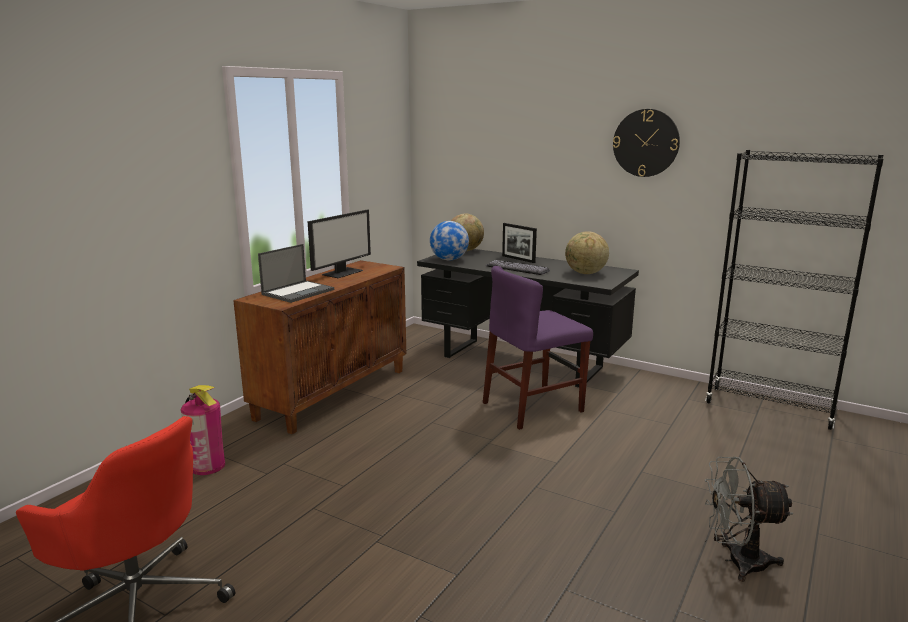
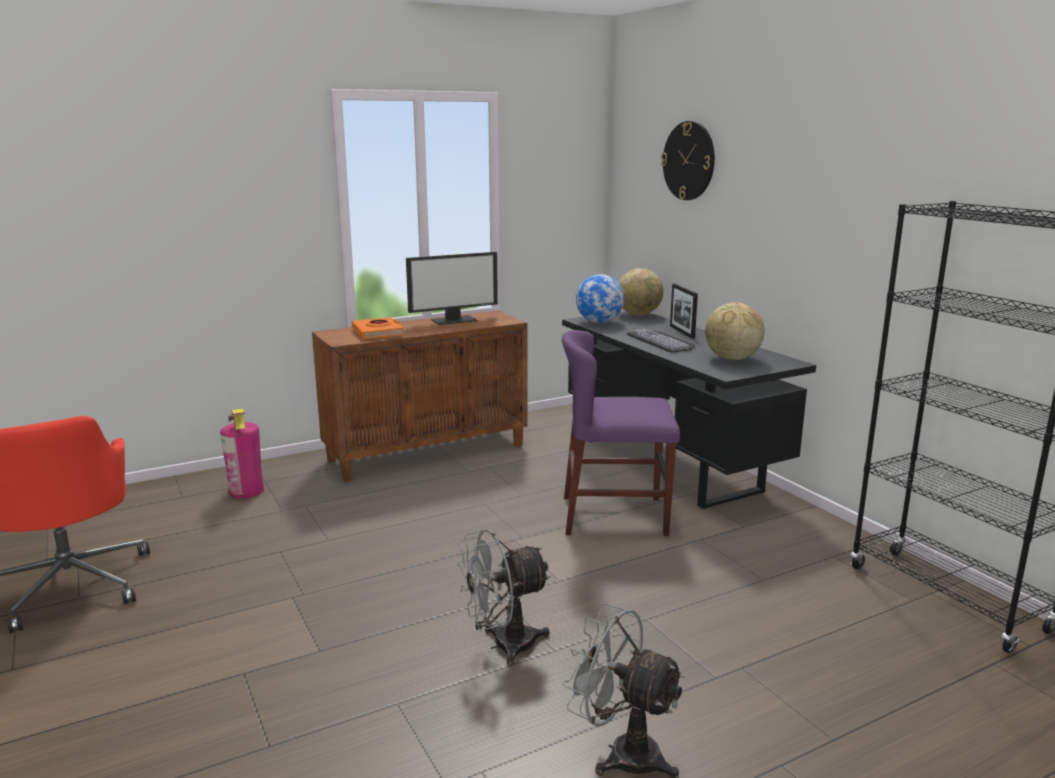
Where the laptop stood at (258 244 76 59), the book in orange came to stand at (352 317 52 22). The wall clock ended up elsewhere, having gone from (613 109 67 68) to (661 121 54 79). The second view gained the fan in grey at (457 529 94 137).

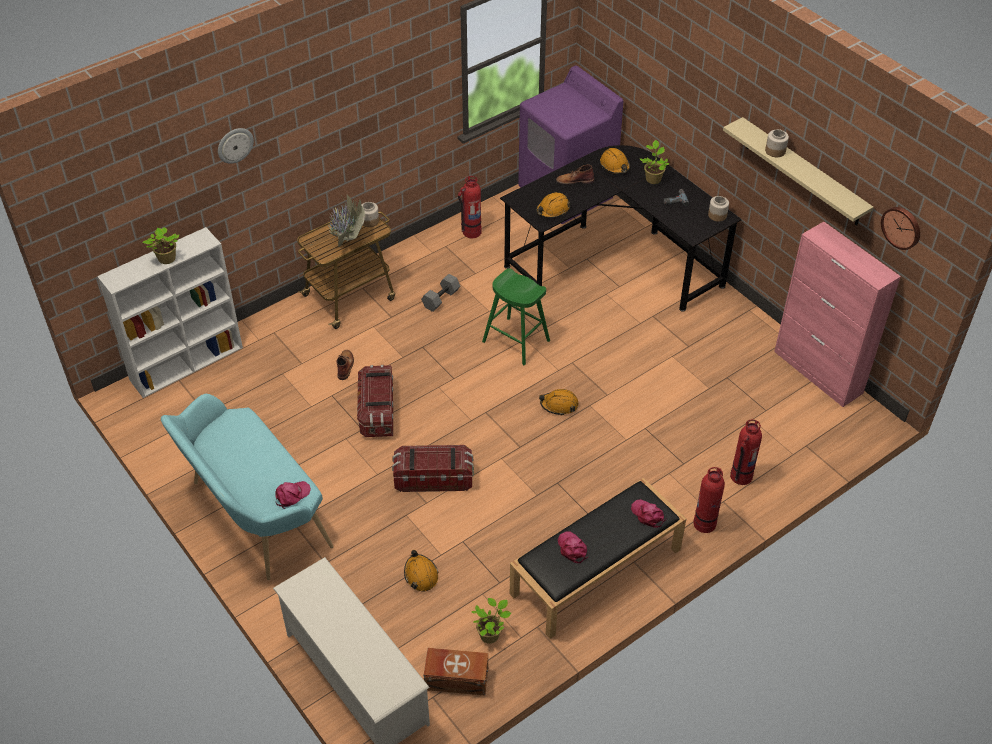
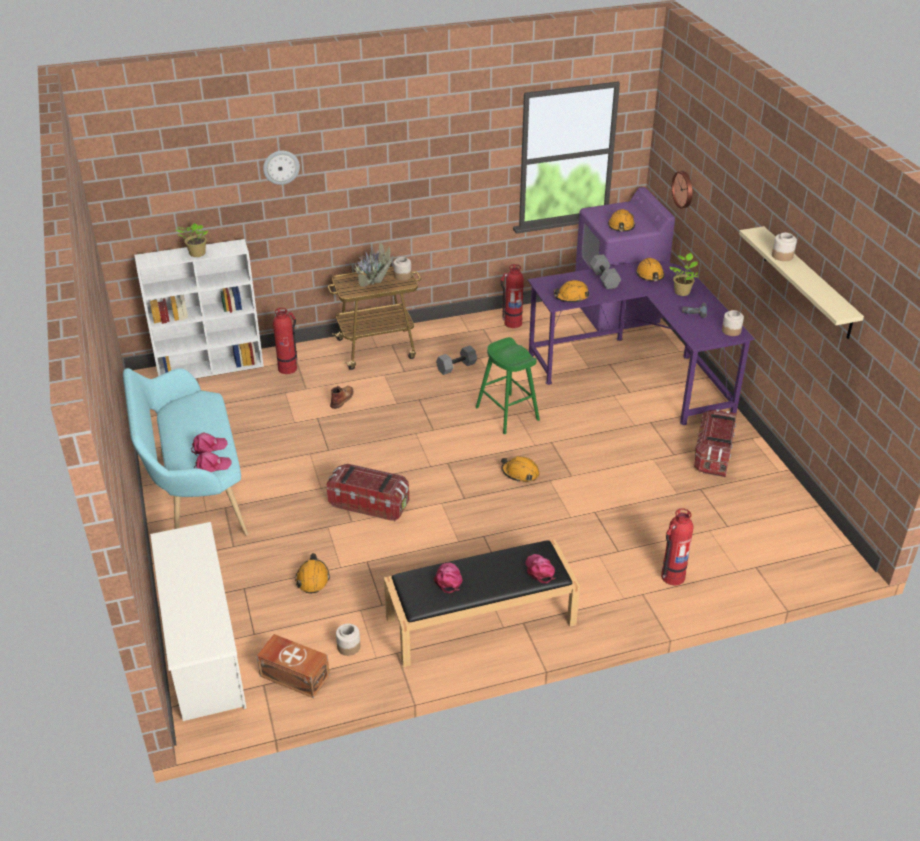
The storage box ended up elsewhere, having gone from (357 365 36 72) to (694 409 43 68). Where the potted plant stood at (471 598 40 46), the jar came to stand at (336 624 24 32). What was the desk in black at (500 145 242 167) turned into the desk in purple at (528 261 227 164). Where the boot in brown stood at (556 165 38 20), the dumbbell in grey came to stand at (590 254 31 36). The fire extinguisher ended up elsewhere, having gone from (693 467 32 66) to (273 308 24 66). The second view lost the cabinet in pink at (774 222 127 185). The wall clock ended up elsewhere, having gone from (881 207 39 43) to (671 171 22 37). The second view gained the cap in pink at (191 433 37 23). The second view gained the hard hat in orange at (608 209 27 22).

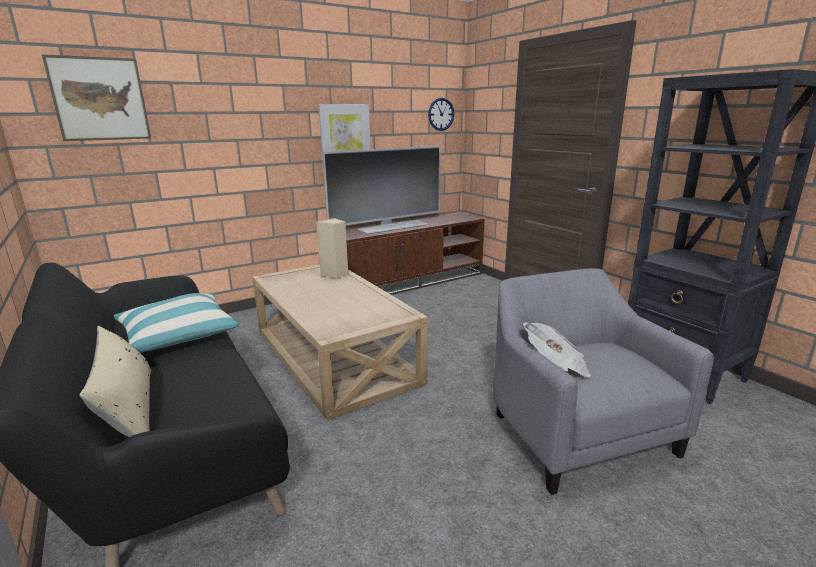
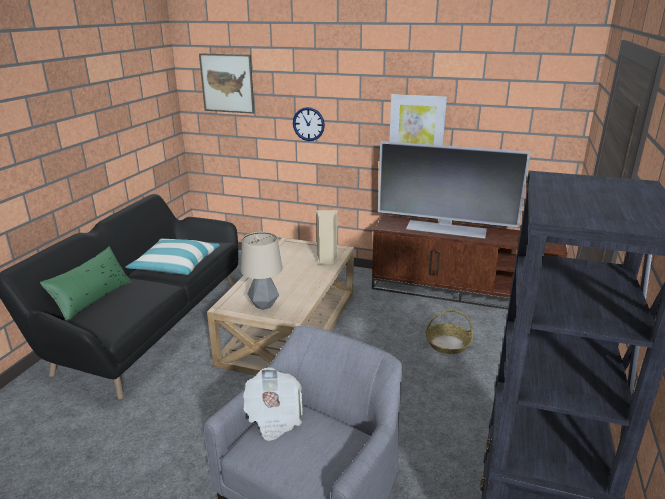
What was the pillow in beige at (79 326 72 111) turned into the pillow in green at (40 247 92 75). The wall clock ended up elsewhere, having gone from (428 98 26 33) to (293 107 32 34). The second view gained the table lamp at (241 232 42 78). The second view gained the basket at (425 310 48 44).

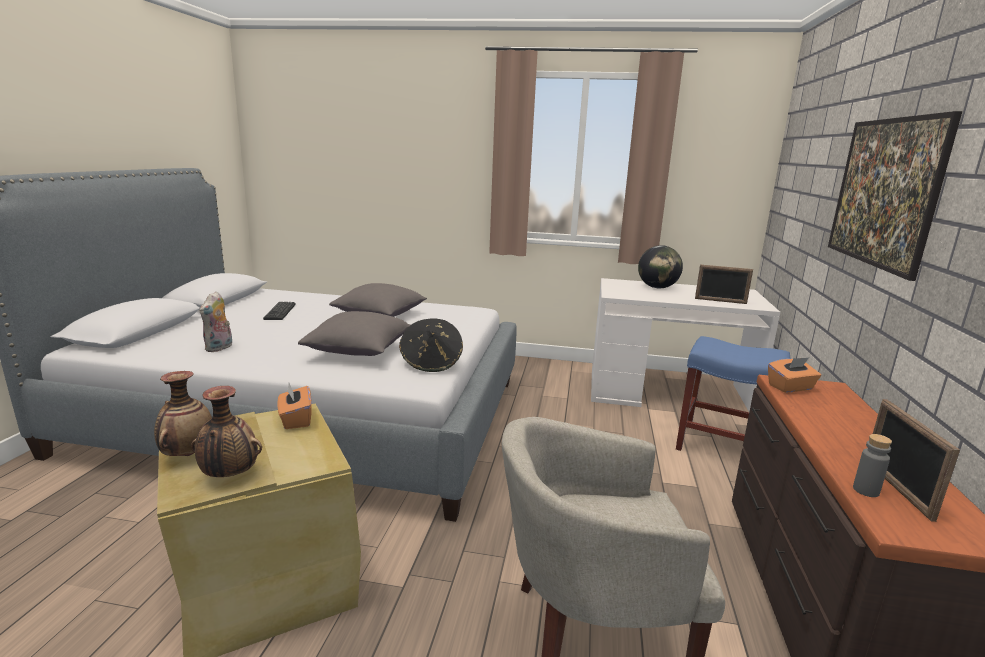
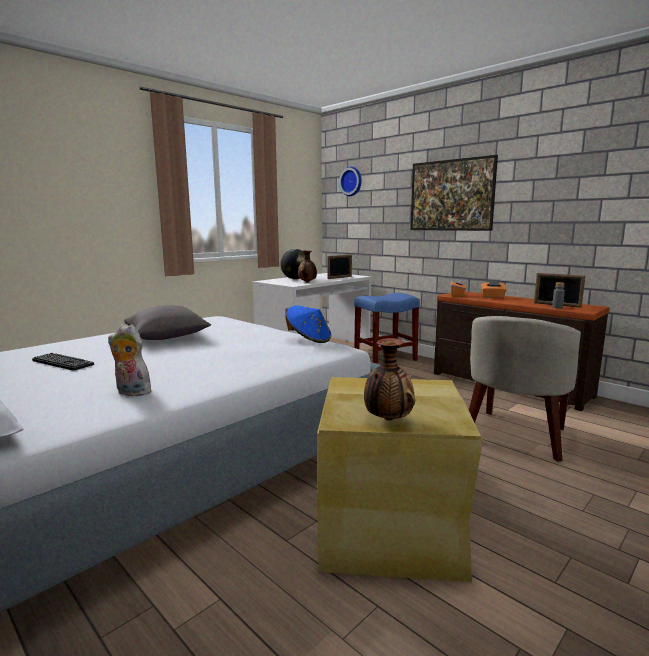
The vase ended up elsewhere, having gone from (191 386 71 91) to (298 250 19 32). The plush toy at (199 291 33 61) ended up facing another way, 150 degrees clockwise from before. The tissue box in orange ended up elsewhere, having gone from (277 383 35 46) to (481 279 26 19). The second view lost the pillow in grey at (298 311 113 45). What was the hat in black at (399 318 64 54) turned into the hat in blue at (286 306 45 37). The second view gained the wall clock at (339 166 23 30).

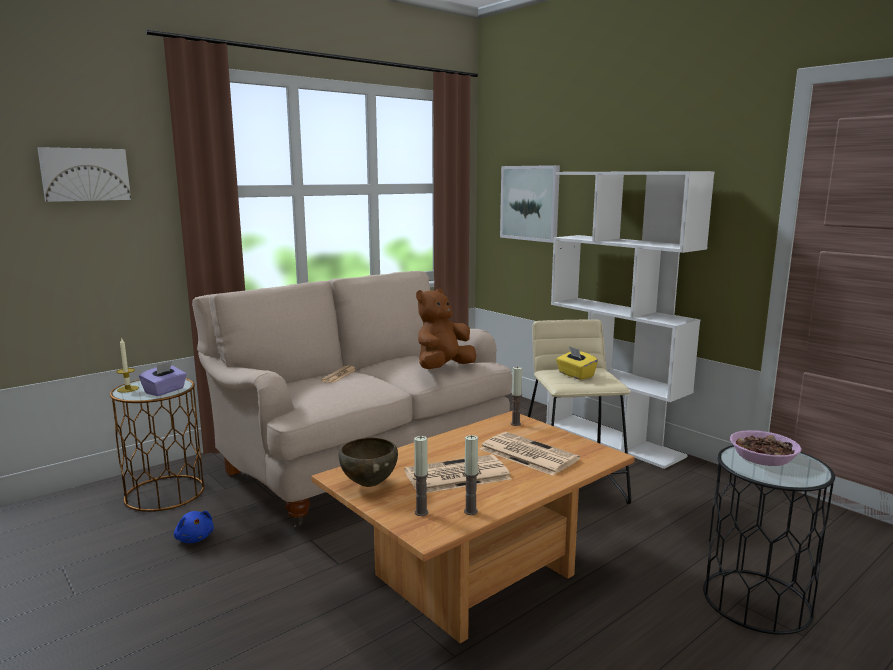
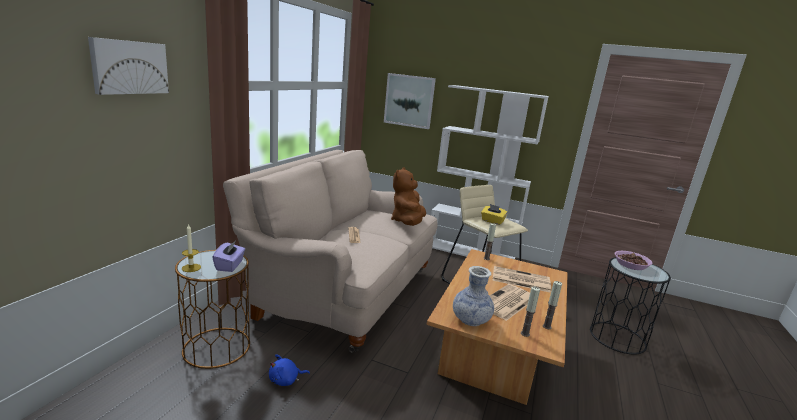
The plush toy in blue at (174 511 40 32) ended up facing another way, 135 degrees clockwise from before. Where the bowl in brown stood at (339 437 59 50), the vase came to stand at (453 266 41 60).

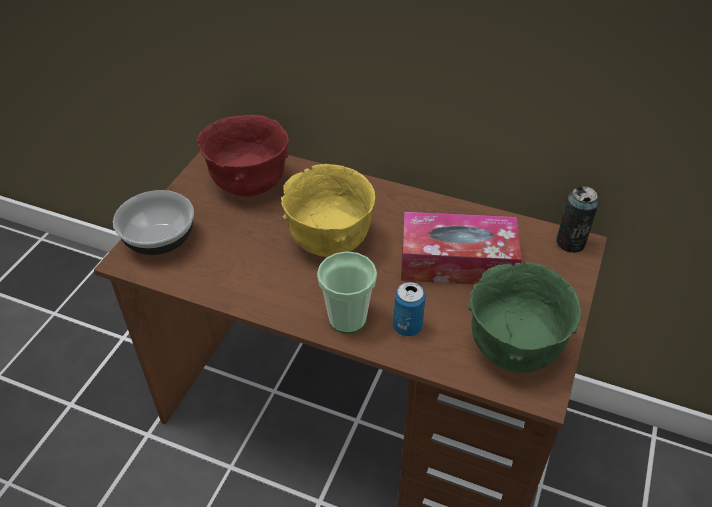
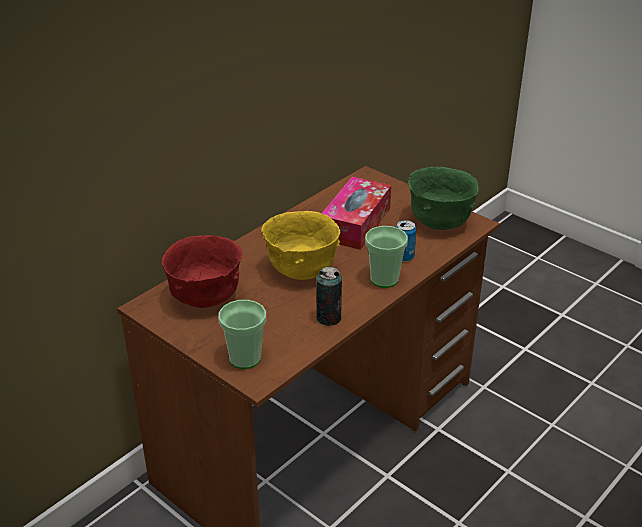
Where the bowl stood at (113 190 81 65), the cup came to stand at (218 300 48 69). The can ended up elsewhere, having gone from (556 186 43 67) to (316 267 26 59).

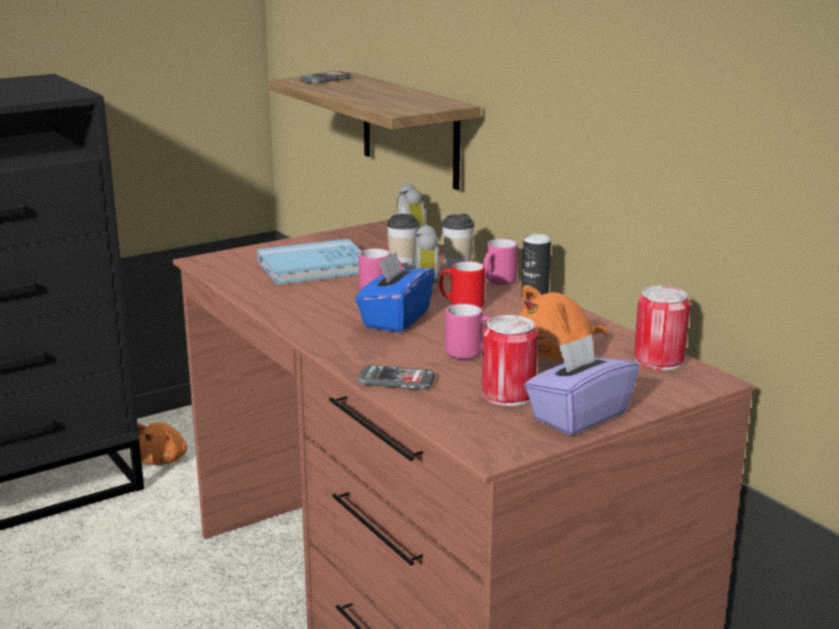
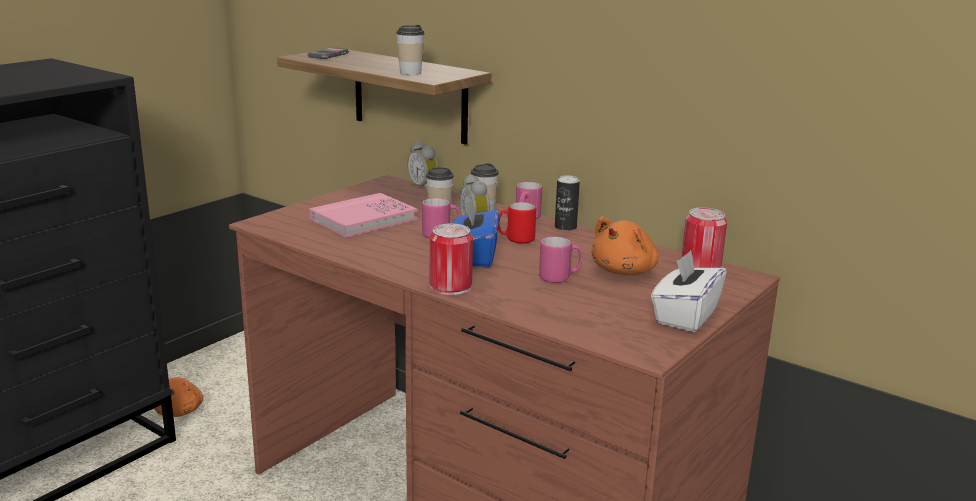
What was the book in blue at (257 239 104 46) turned into the book in pink at (309 193 108 45). The second view lost the phone at (357 365 78 25). The can ended up elsewhere, having gone from (482 315 56 91) to (430 224 43 71). What was the tissue box in purple at (524 334 115 102) turned into the tissue box in white at (651 250 76 82). The second view gained the cup at (396 25 28 50).

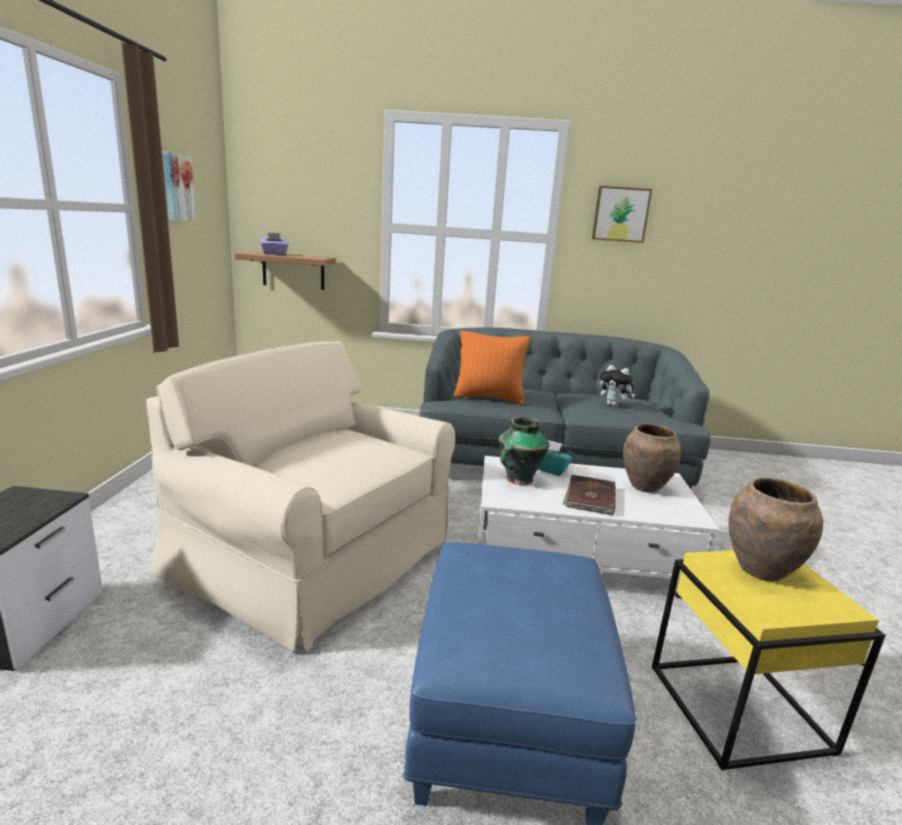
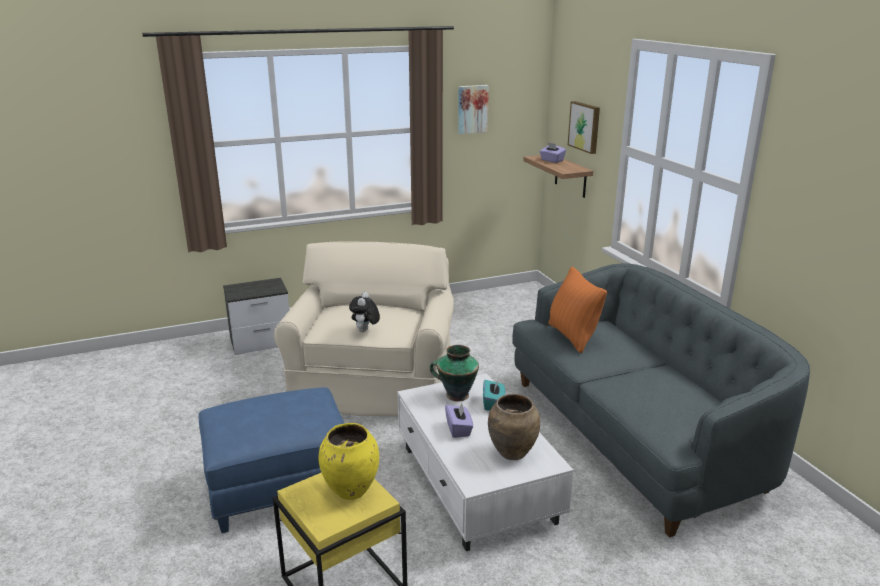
Where the book in brown stood at (563 475 53 40), the tissue box in purple came to stand at (445 403 28 35). The picture ended up elsewhere, having gone from (592 186 60 57) to (568 101 32 53). The plush toy ended up elsewhere, having gone from (600 365 35 41) to (349 292 31 40). What was the vase in brown at (729 478 94 104) turned into the vase in yellow at (318 423 61 77).

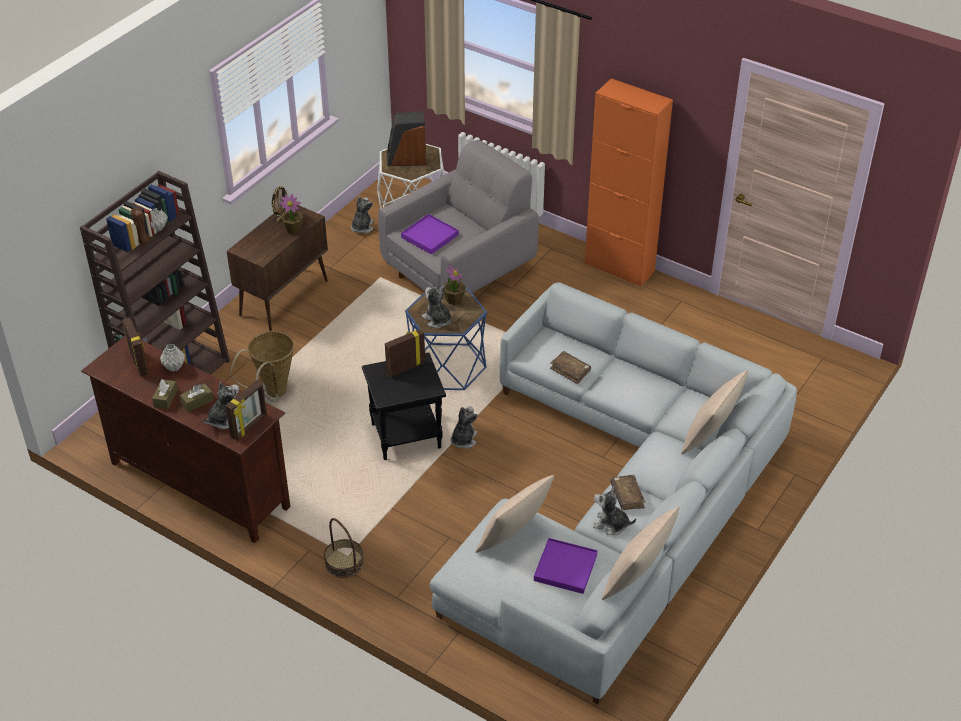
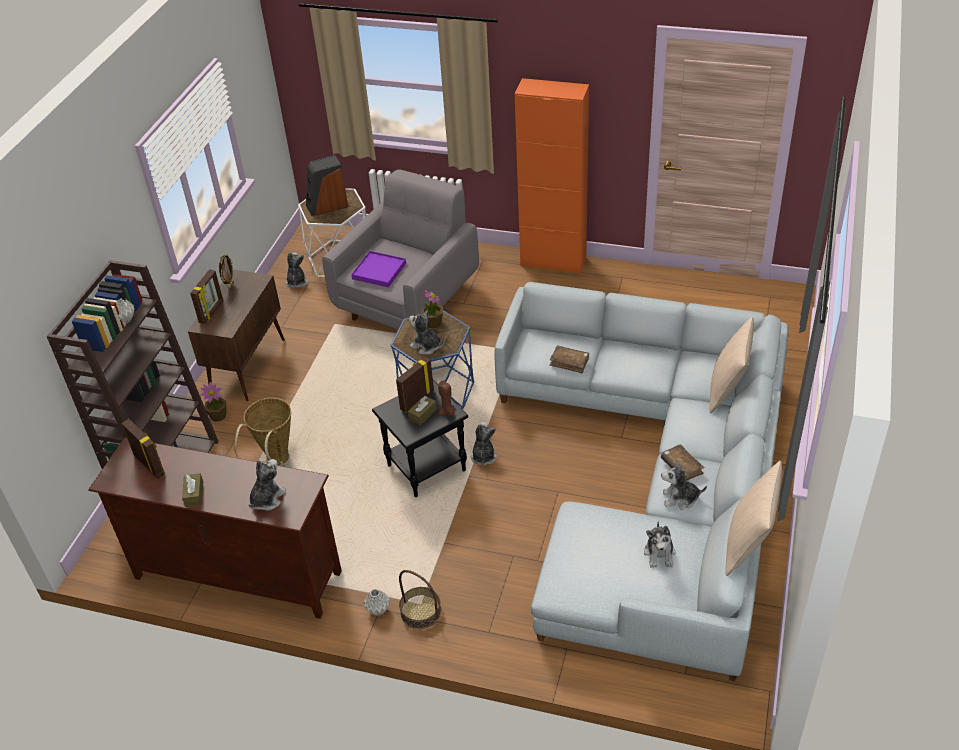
The candle in brown ended up elsewhere, having gone from (131 208 21 37) to (438 380 17 36). The vase in grey ended up elsewhere, having gone from (160 344 25 28) to (364 589 26 27). The tissue box in brown ended up elsewhere, having gone from (180 383 33 29) to (408 396 29 29). The picture frame ended up elsewhere, having gone from (225 380 42 61) to (190 269 33 55). The potted plant ended up elsewhere, having gone from (280 194 23 41) to (200 382 26 40). The second view lost the pillow in beige at (476 475 78 78). Where the tray in purple stood at (534 538 64 56), the plush toy came to stand at (644 521 32 47).

